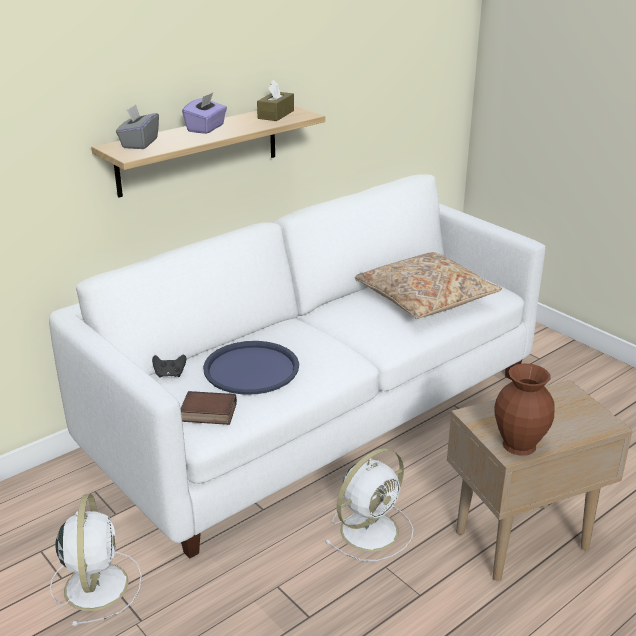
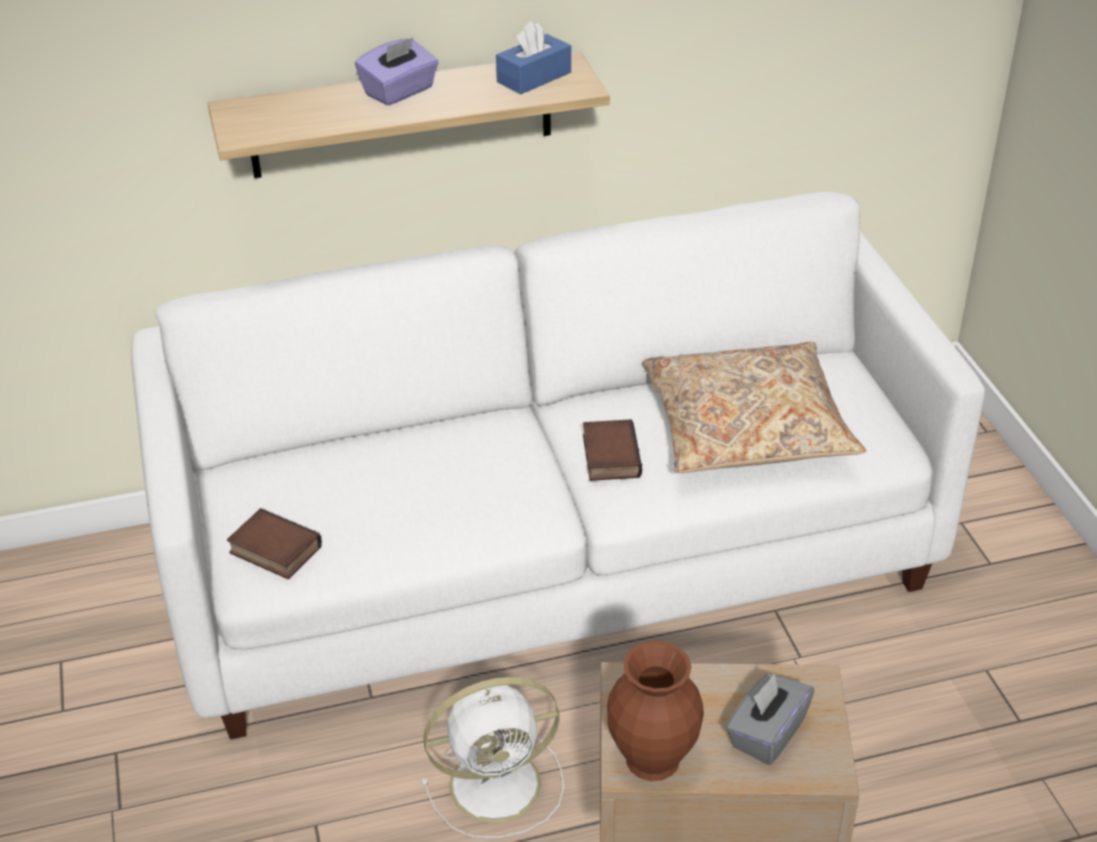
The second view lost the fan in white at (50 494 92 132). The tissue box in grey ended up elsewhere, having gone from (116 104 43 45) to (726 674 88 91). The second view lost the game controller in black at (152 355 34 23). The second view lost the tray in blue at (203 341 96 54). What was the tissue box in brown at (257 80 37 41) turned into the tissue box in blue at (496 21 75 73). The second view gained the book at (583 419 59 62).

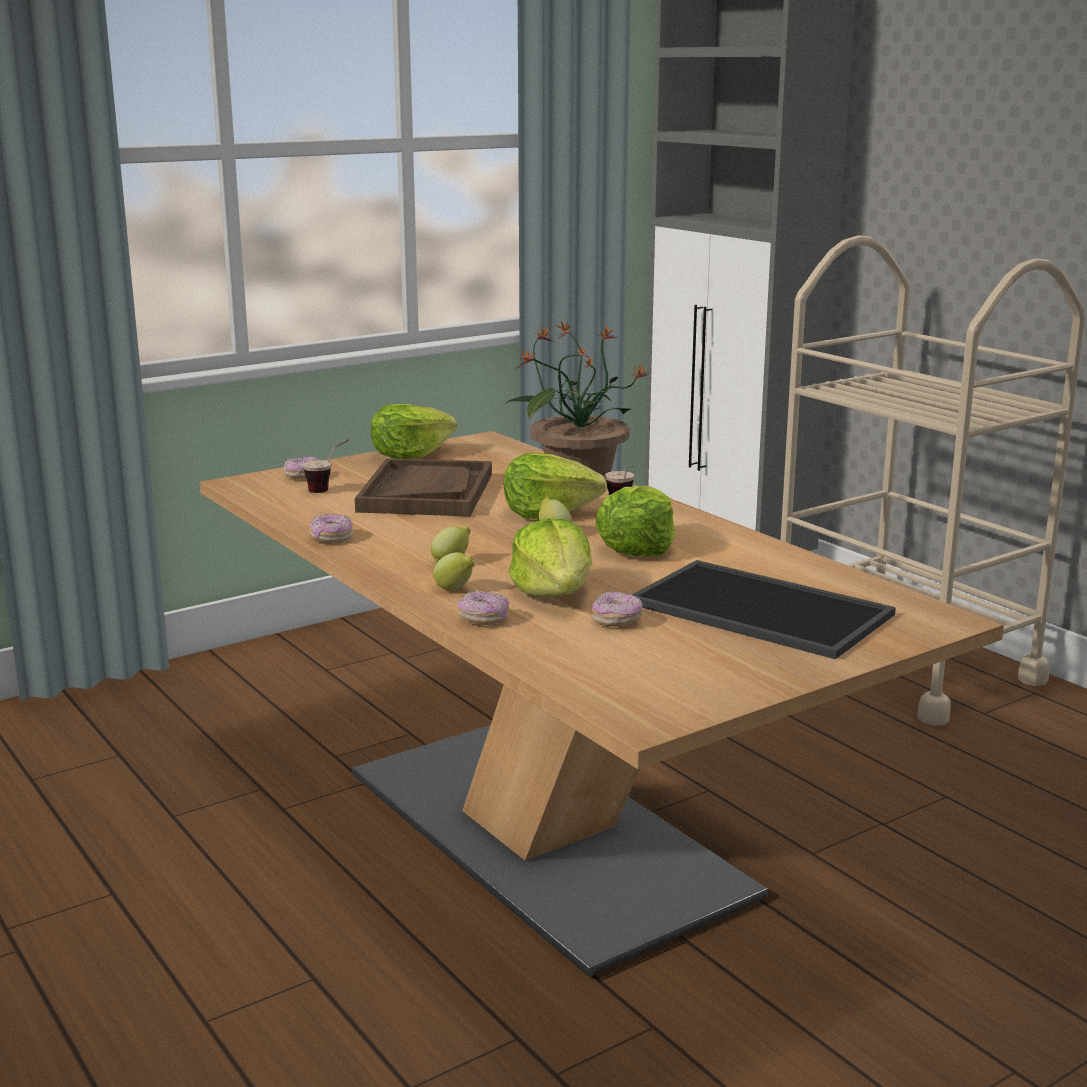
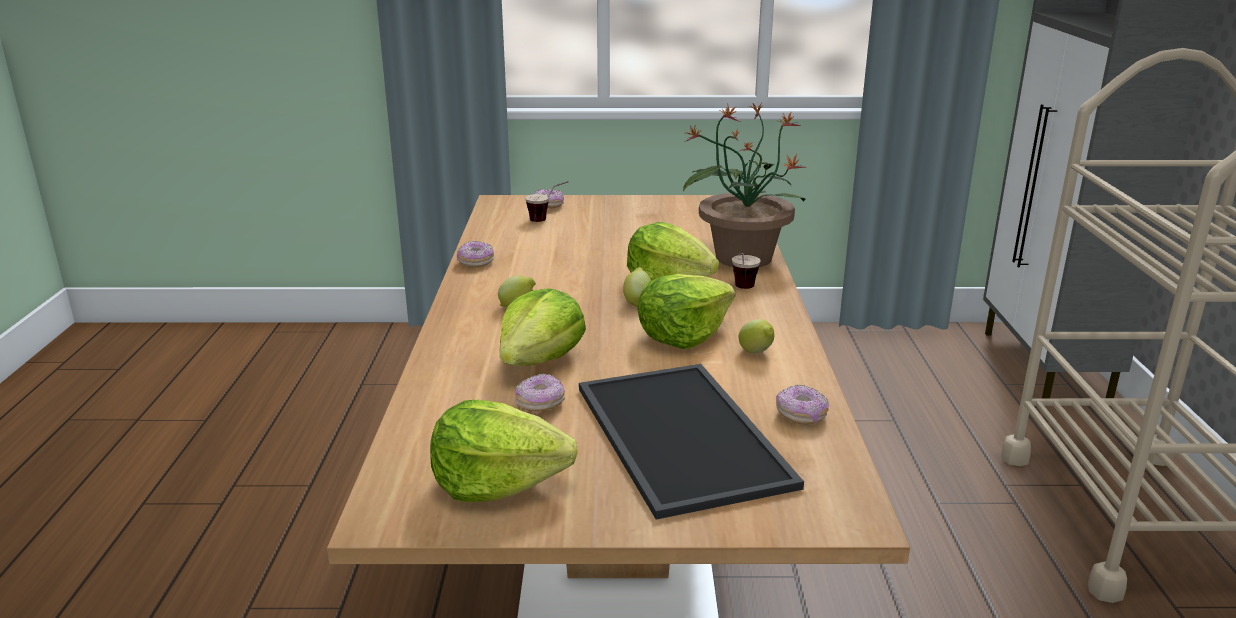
The second view lost the tray in brown at (355 458 137 58). The lettuce ended up elsewhere, having gone from (370 404 87 55) to (430 400 148 102). The lemon ended up elsewhere, having gone from (433 552 42 38) to (739 319 35 34). The donut ended up elsewhere, having gone from (458 591 51 34) to (776 385 53 40).

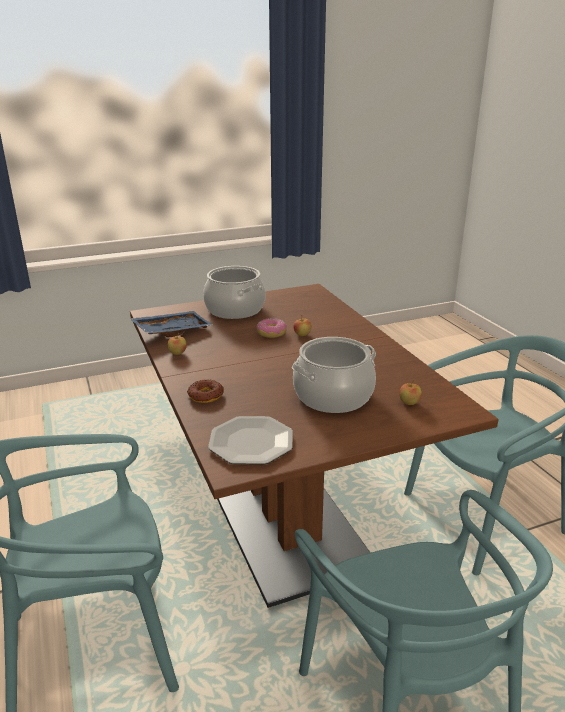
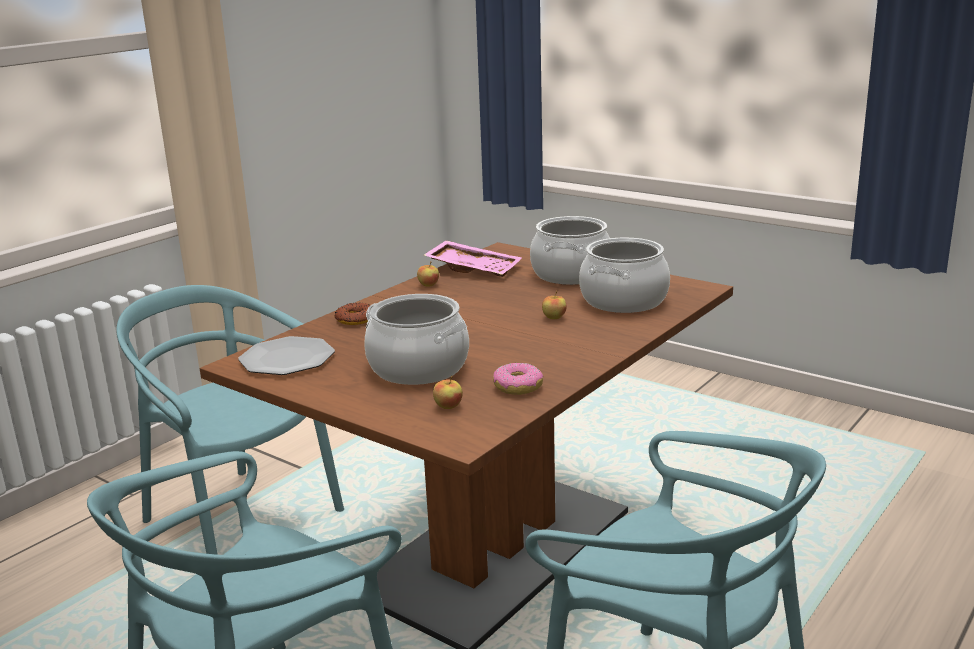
What was the tray in blue at (130 311 83 26) turned into the tray in pink at (424 240 98 37). The donut ended up elsewhere, having gone from (257 319 30 19) to (493 362 50 33). The second view gained the cooking pot at (579 238 91 75).

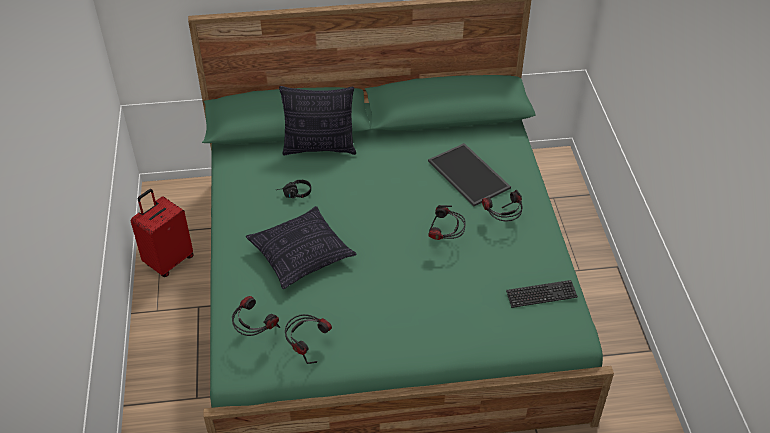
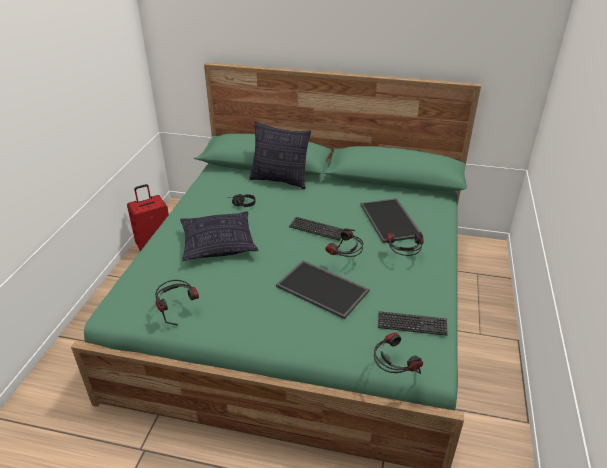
The headphones ended up elsewhere, having gone from (232 296 48 40) to (374 333 49 41). The second view gained the tray at (276 260 94 59). The second view gained the keyboard at (289 217 55 24).

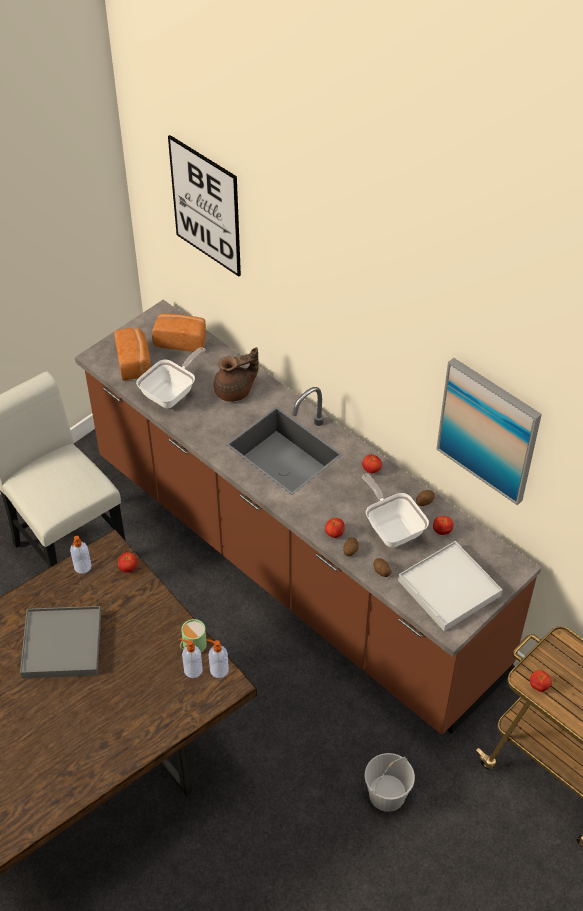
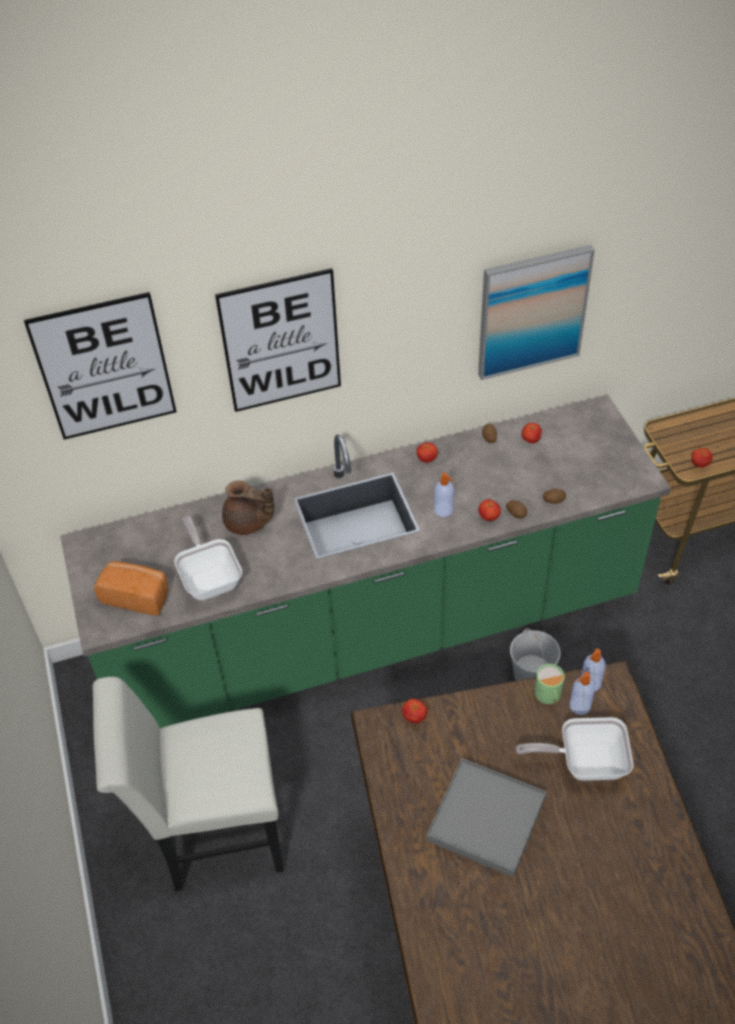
The soap dispenser ended up elsewhere, having gone from (70 536 22 38) to (434 473 20 44). What was the counter in brown at (75 300 466 435) turned into the counter in green at (60 394 611 334). The second view lost the bread at (152 314 54 38). The teapot in brown at (214 347 45 55) ended up facing another way, 105 degrees clockwise from before. The frying pan ended up elsewhere, having gone from (362 474 67 74) to (516 717 117 64). The bucket in white ended up elsewhere, having gone from (365 753 50 59) to (510 628 51 53). The second view lost the tray in white at (398 541 104 90). The second view gained the picture at (215 268 126 144).

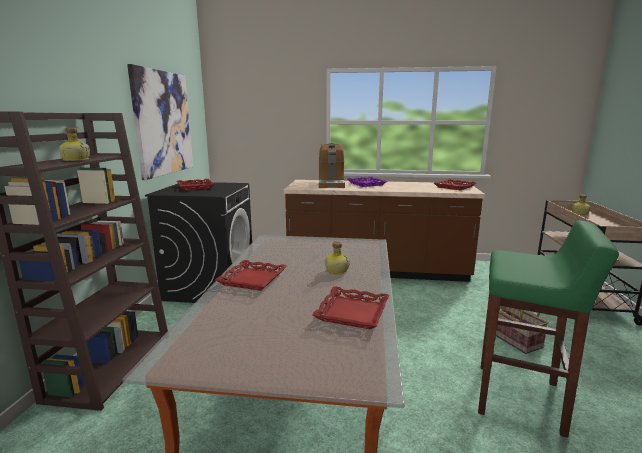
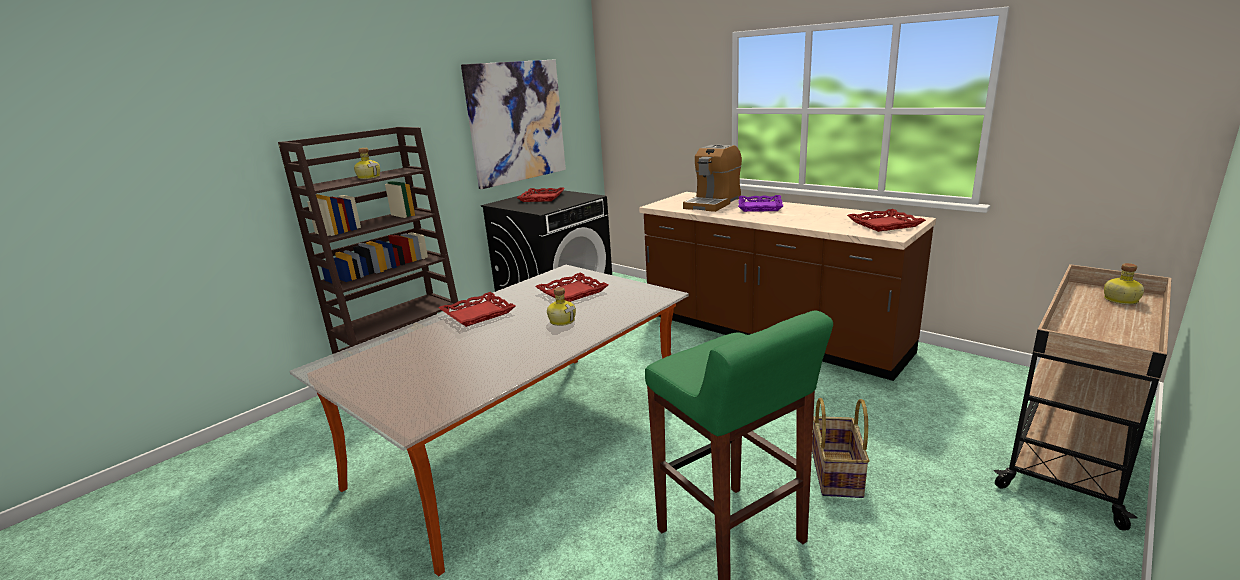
The tray in red ended up elsewhere, having gone from (312 286 78 43) to (535 273 74 29).

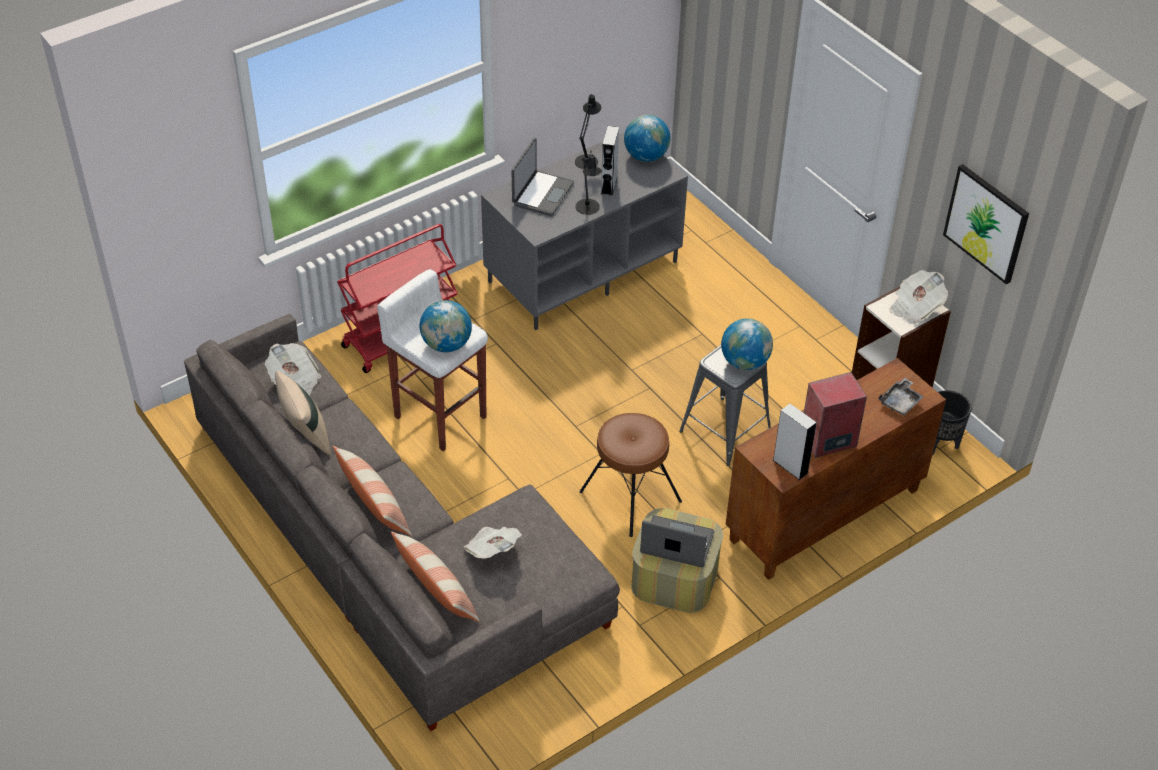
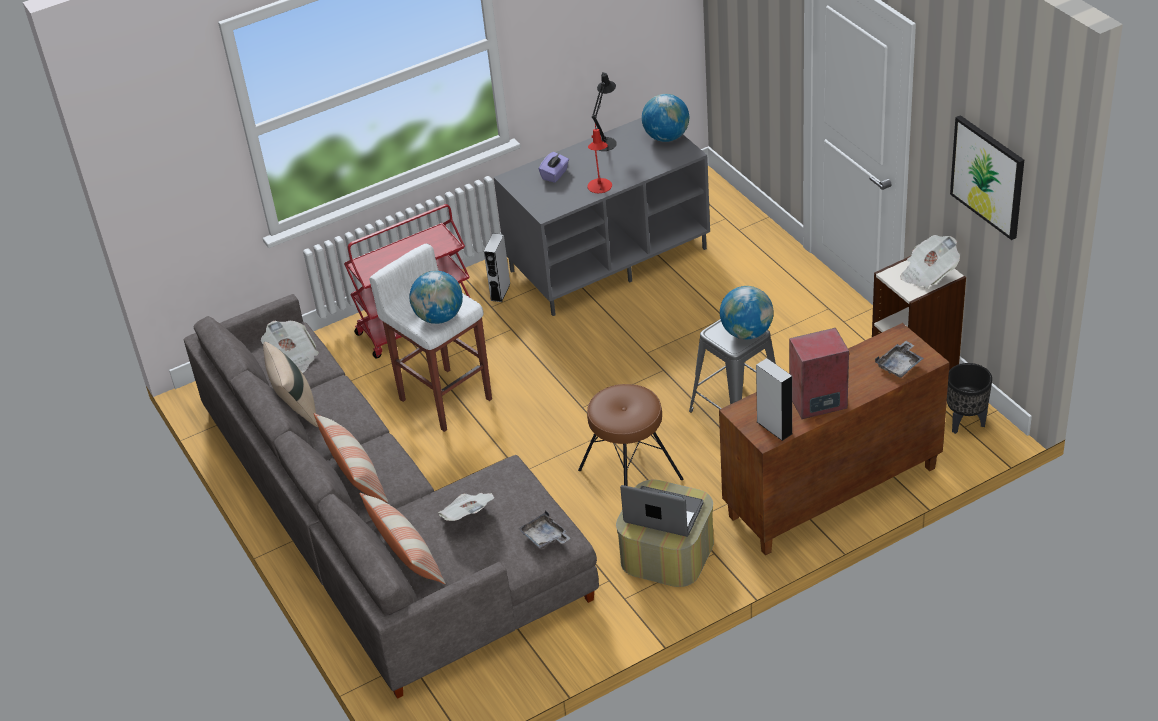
Where the laptop stood at (512 138 62 78), the tissue box in purple came to stand at (539 152 30 31). What was the table lamp in black at (575 150 27 65) turned into the table lamp in red at (587 124 25 69). The speaker in grey ended up elsewhere, having gone from (601 126 18 70) to (484 233 27 69). The second view gained the tray in grey at (518 510 53 38).

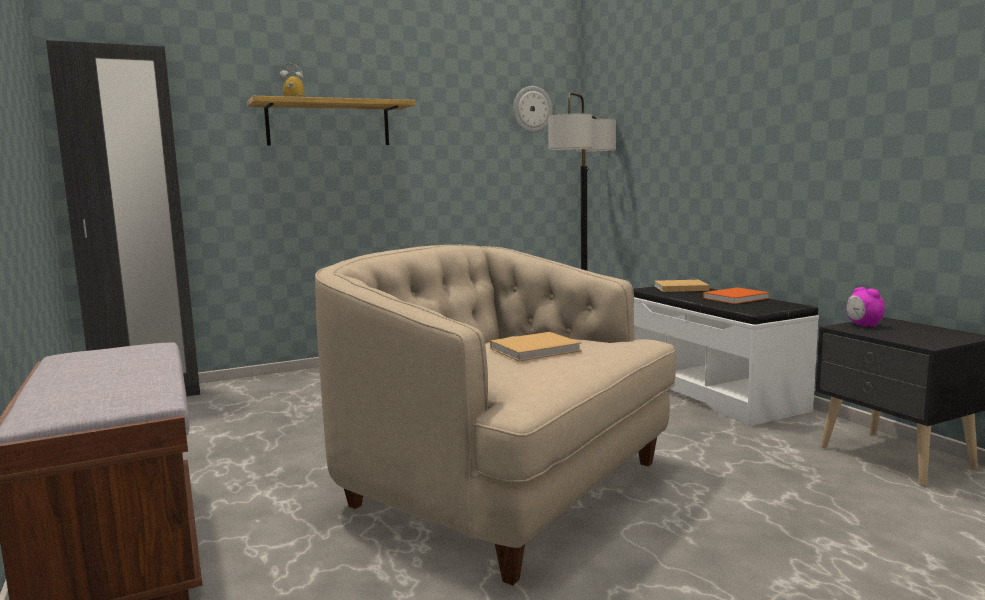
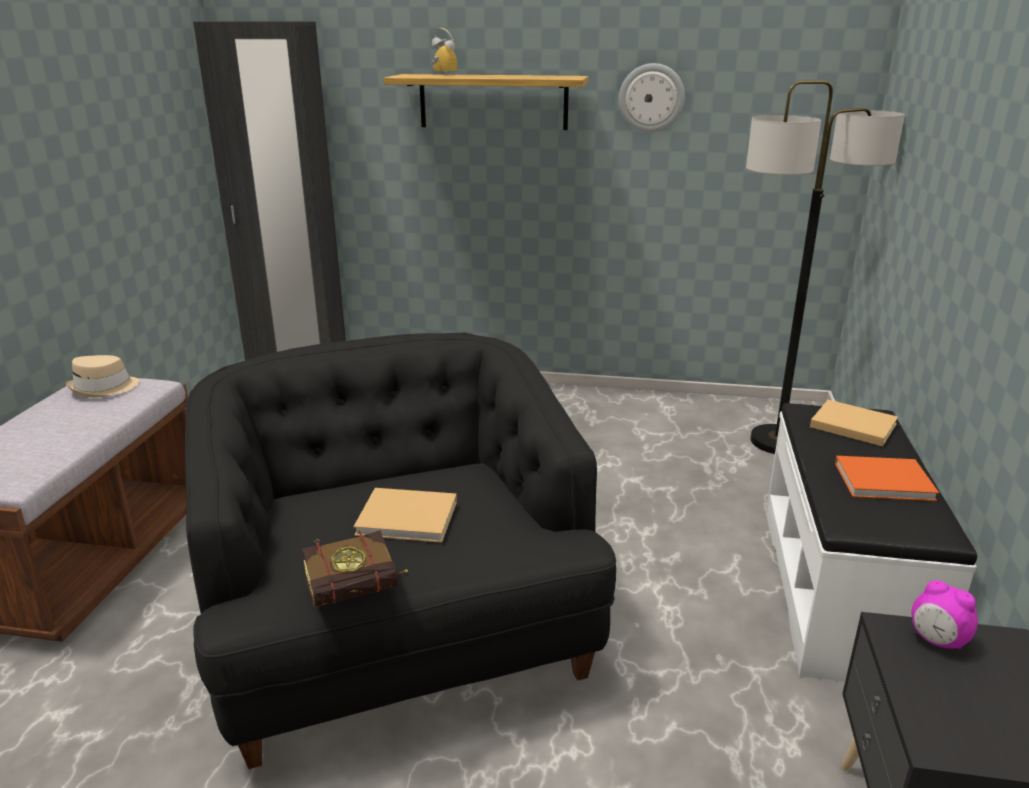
What was the armchair in beige at (315 245 361 340) turned into the armchair in black at (185 333 431 436). The wall clock ended up elsewhere, having gone from (513 86 40 47) to (619 63 66 70). The alarm clock at (846 287 39 40) ended up facing another way, 60 degrees counterclockwise from before. The second view gained the hat in beige at (66 355 73 42). The second view gained the book at (302 529 106 78).

